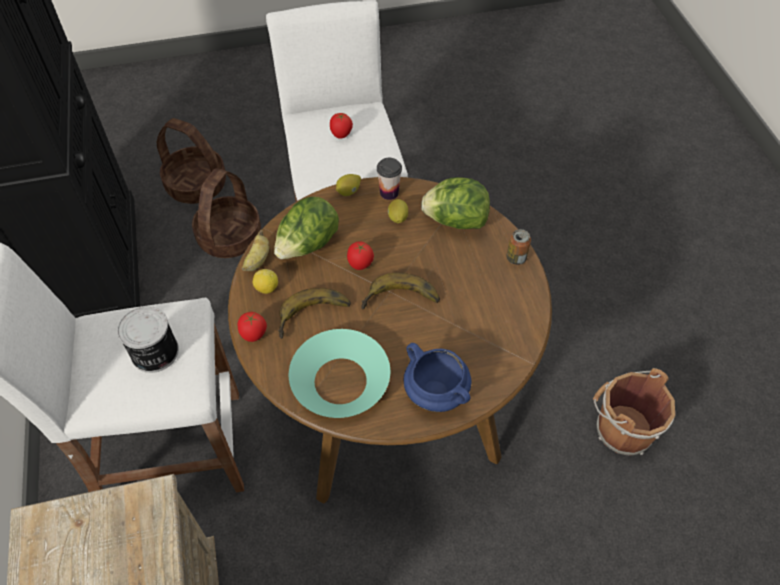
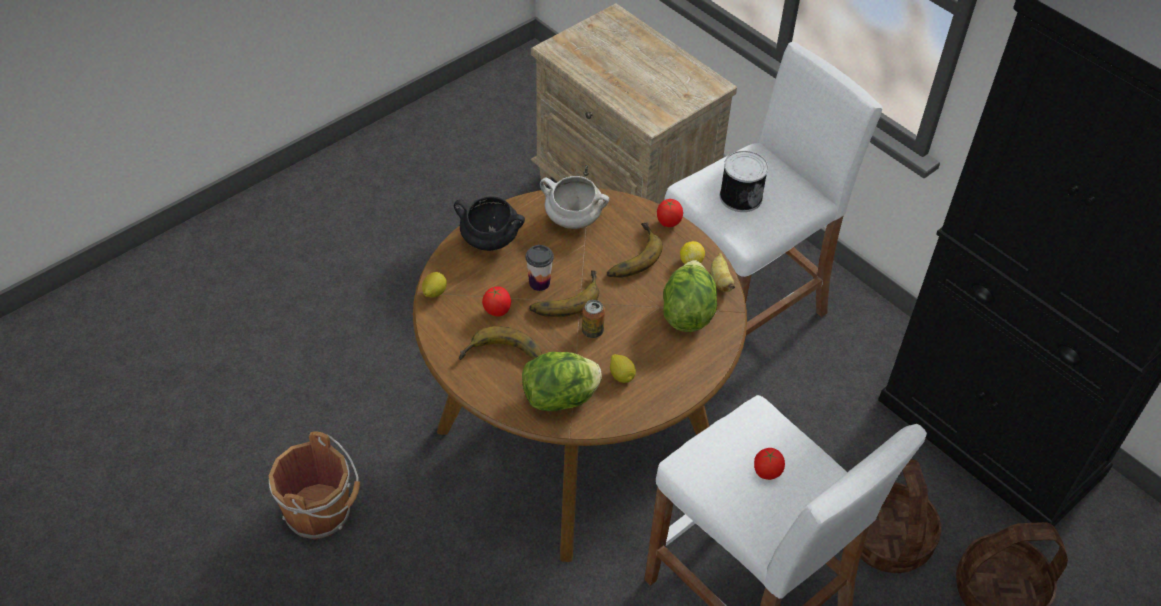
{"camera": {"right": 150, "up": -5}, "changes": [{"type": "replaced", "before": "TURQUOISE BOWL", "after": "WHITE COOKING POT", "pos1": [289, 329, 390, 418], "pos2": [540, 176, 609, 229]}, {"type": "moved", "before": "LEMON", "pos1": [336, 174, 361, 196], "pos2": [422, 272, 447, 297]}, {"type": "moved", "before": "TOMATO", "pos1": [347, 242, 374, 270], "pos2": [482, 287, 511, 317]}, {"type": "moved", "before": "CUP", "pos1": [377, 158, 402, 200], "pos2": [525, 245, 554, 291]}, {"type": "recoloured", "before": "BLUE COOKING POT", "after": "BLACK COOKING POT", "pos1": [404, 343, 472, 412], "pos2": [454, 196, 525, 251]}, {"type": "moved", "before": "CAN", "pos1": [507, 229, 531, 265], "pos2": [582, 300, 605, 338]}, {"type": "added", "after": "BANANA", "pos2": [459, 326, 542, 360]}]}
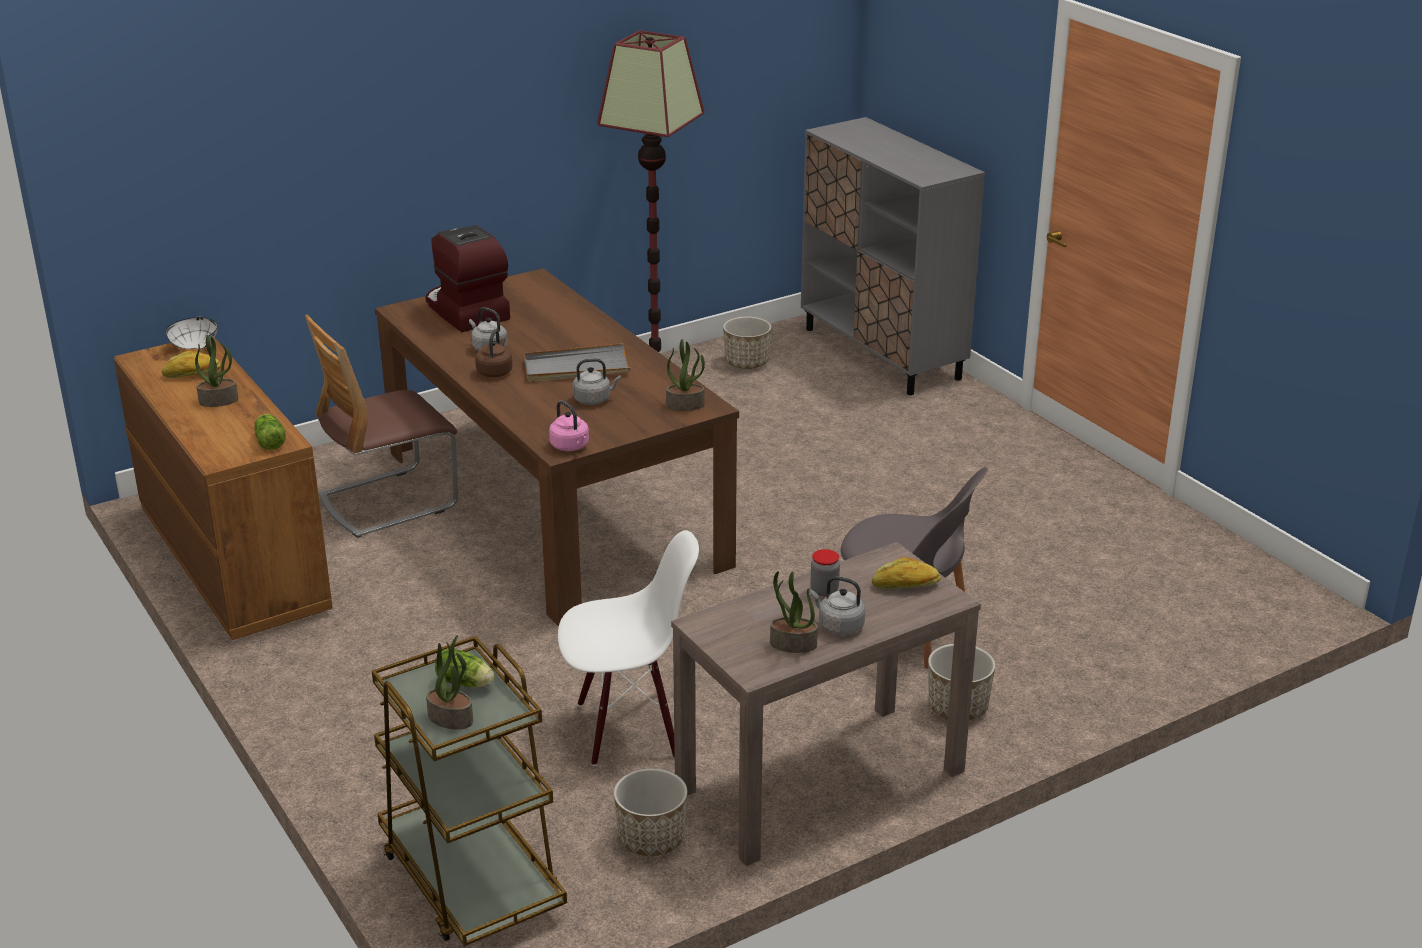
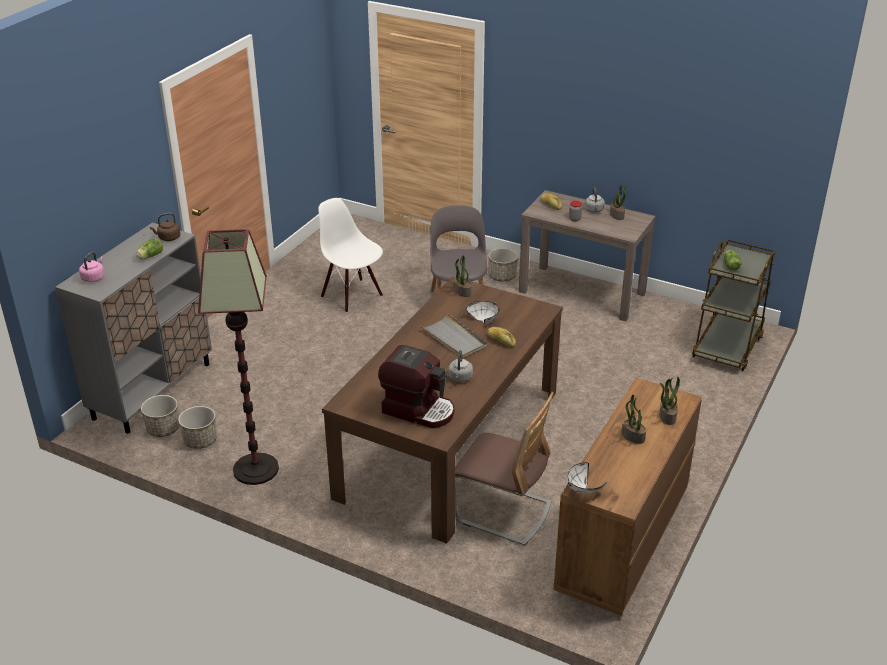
{"camera": {"right": -120, "up": 5}, "changes": [{"type": "moved", "before": "BREAD", "pos1": [162, 350, 221, 378], "pos2": [487, 327, 516, 348]}, {"type": "moved", "before": "LETTUCE", "pos1": [254, 414, 286, 450], "pos2": [136, 239, 163, 259]}, {"type": "turned", "before": "COFFEE MACHINE", "pos1": [425, 225, 510, 332], "pos2": [378, 345, 454, 428], "turn": -90}, {"type": "moved", "before": "POTTED PLANT", "pos1": [426, 635, 473, 730], "pos2": [659, 377, 680, 425]}, {"type": "moved", "before": "BROWN KETTLE", "pos1": [475, 329, 513, 377], "pos2": [150, 213, 180, 241]}, {"type": "moved", "before": "PINK KETTLE", "pos1": [549, 401, 589, 451], "pos2": [79, 252, 104, 282]}, {"type": "moved", "before": "WHITE CHAIR", "pos1": [558, 530, 699, 766], "pos2": [318, 198, 383, 313]}, {"type": "replaced", "before": "GREY KETTLE", "after": "WHITE BOWL", "pos1": [573, 359, 621, 405], "pos2": [467, 301, 499, 324]}, {"type": "moved", "before": "PLANTER", "pos1": [614, 768, 687, 856], "pos2": [141, 395, 179, 437]}]}
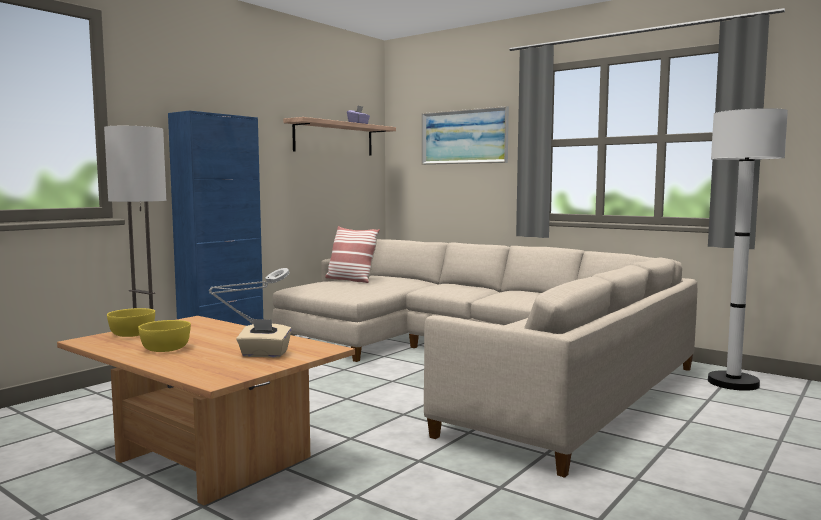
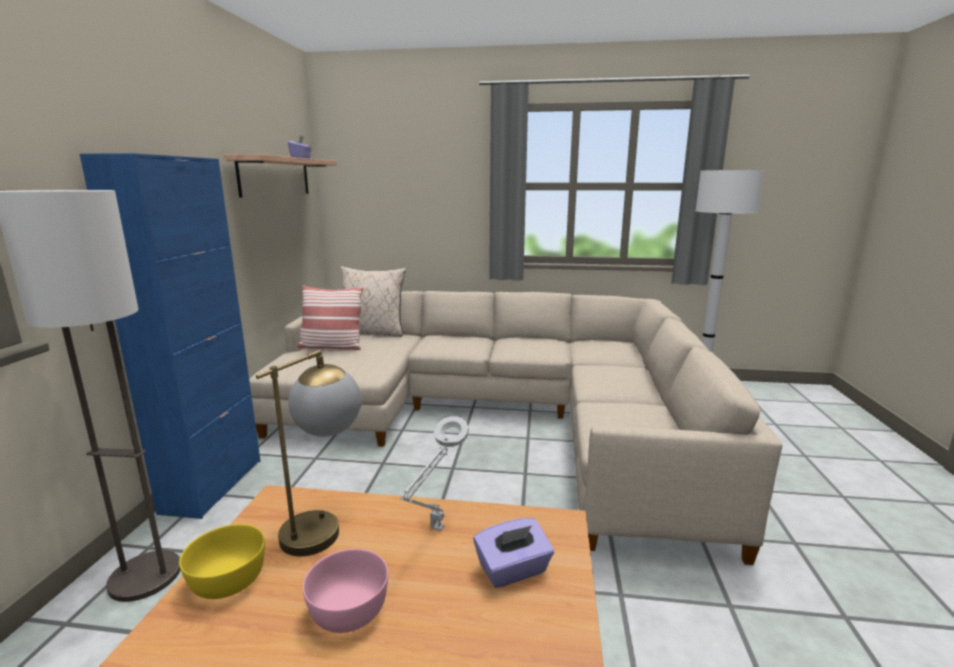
{"camera": {"right": -30, "up": 10}, "changes": [{"type": "recoloured", "before": "YELLOW BOWL", "after": "PINK BOWL", "pos1": [138, 320, 191, 352], "pos2": [303, 549, 388, 633]}, {"type": "recoloured", "before": "BEIGE TISSUE BOX", "after": "PURPLE TISSUE BOX", "pos1": [236, 318, 291, 358], "pos2": [473, 518, 554, 588]}, {"type": "removed", "before": "PICTURE", "pos1": [422, 106, 509, 165]}, {"type": "added", "after": "TABLE LAMP", "pos2": [256, 350, 361, 556]}, {"type": "added", "after": "BEIGE PILLOW", "pos2": [340, 266, 406, 337]}]}
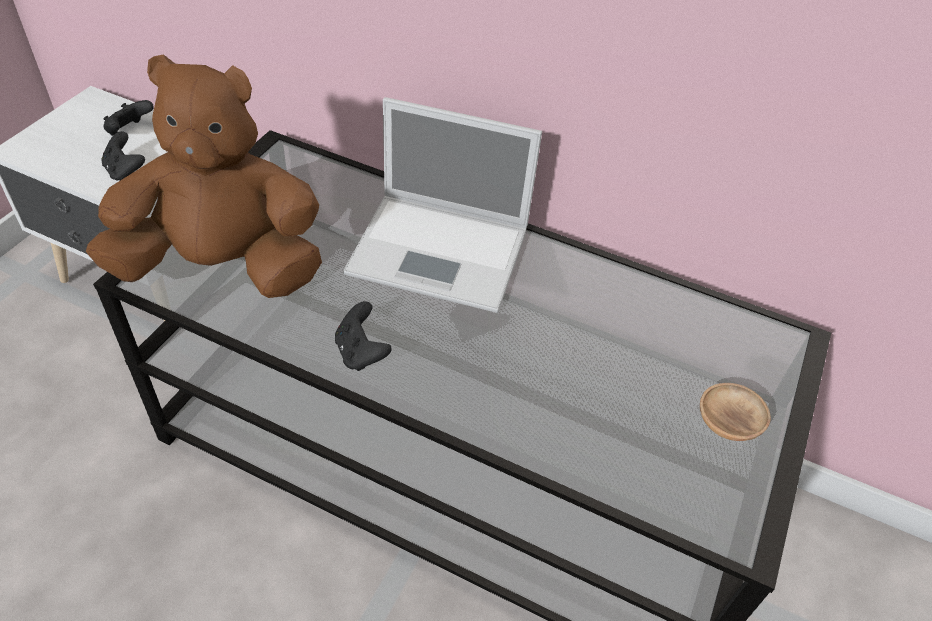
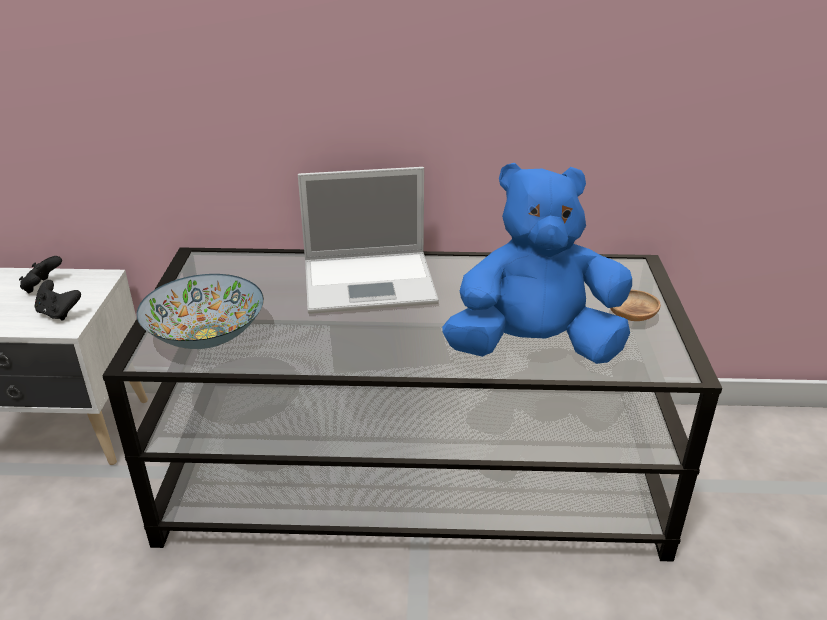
{"camera": {"right": -20, "up": -15}, "changes": [{"type": "replaced", "before": "BROWN PLUSH TOY", "after": "BOWL", "pos1": [86, 54, 322, 298], "pos2": [137, 274, 264, 349]}, {"type": "removed", "before": "BLACK GAME CONTROLLER", "pos1": [335, 301, 392, 371]}, {"type": "added", "after": "BLUE PLUSH TOY", "pos2": [442, 163, 632, 364]}]}
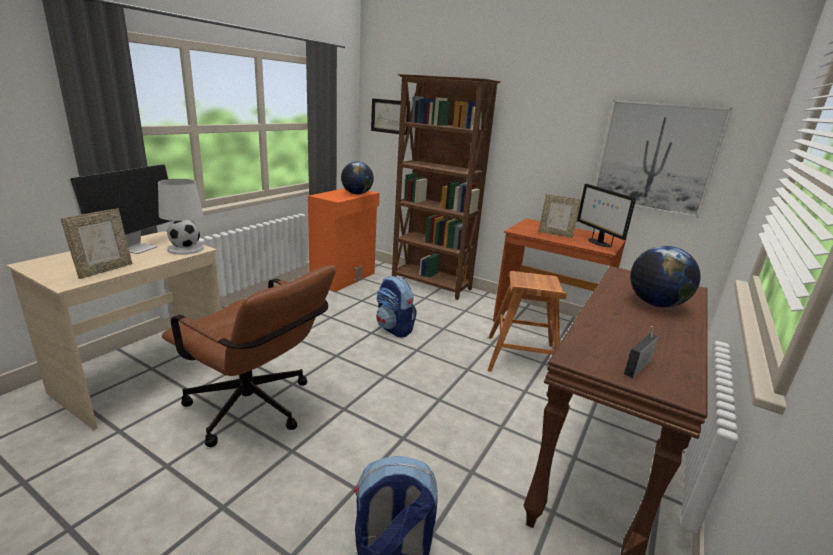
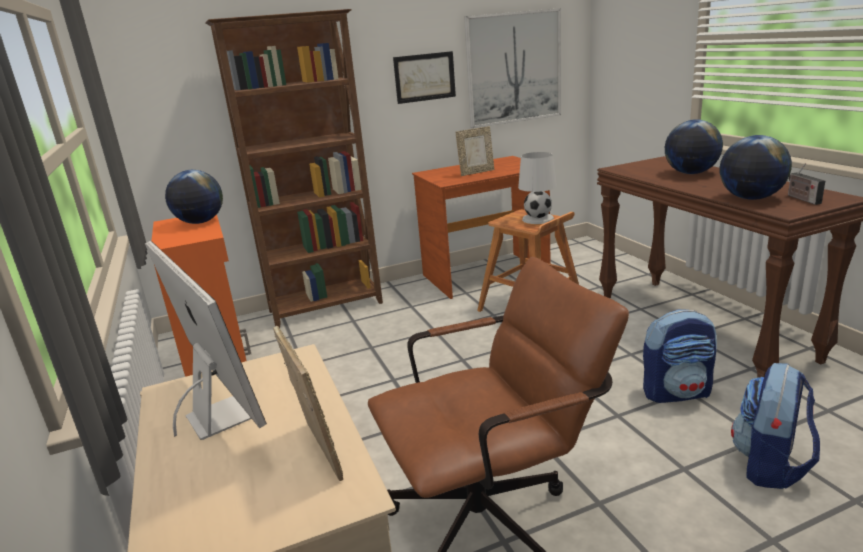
{"camera": {"right": -50, "up": 0}, "changes": [{"type": "moved", "before": "WHITE TABLE LAMP", "pos1": [158, 179, 204, 255], "pos2": [518, 152, 557, 224]}, {"type": "moved", "before": "PICTURE", "pos1": [371, 98, 409, 135], "pos2": [393, 51, 456, 104]}, {"type": "moved", "before": "BACKPACK", "pos1": [376, 276, 417, 337], "pos2": [643, 309, 717, 403]}, {"type": "removed", "before": "MONITOR", "pos1": [577, 184, 636, 247]}, {"type": "added", "after": "GLOBE", "pos2": [720, 135, 792, 200]}]}
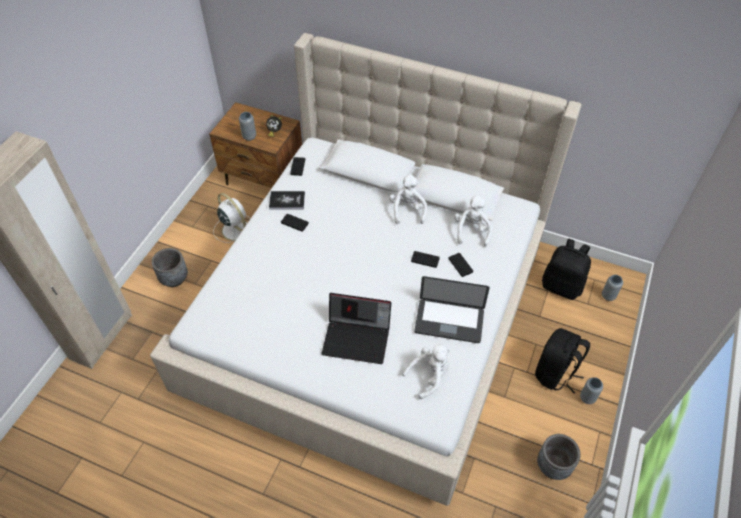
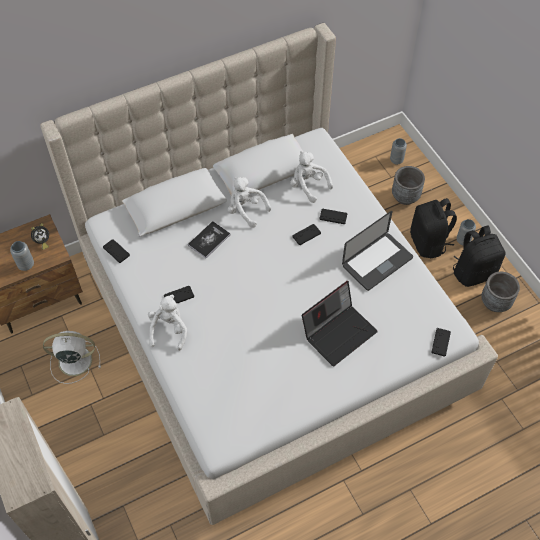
{"camera": {"right": -50, "up": 5}, "changes": [{"type": "moved", "before": "GREY PLANTER", "pos1": [152, 248, 188, 287], "pos2": [392, 166, 425, 205]}, {"type": "moved", "before": "BOOK", "pos1": [269, 191, 305, 210], "pos2": [188, 221, 230, 258]}, {"type": "moved", "before": "WHITE PLUSH TOY", "pos1": [402, 344, 451, 399], "pos2": [148, 294, 187, 351]}, {"type": "moved", "before": "BLACK BACKPACK", "pos1": [542, 238, 591, 300], "pos2": [453, 226, 506, 287]}, {"type": "added", "after": "BLACK GAME CONTROLLER", "pos2": [431, 328, 451, 357]}]}
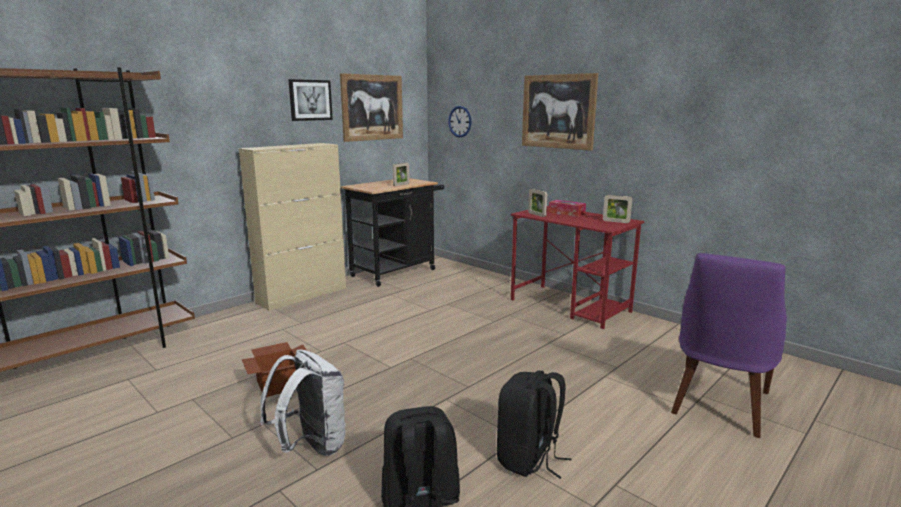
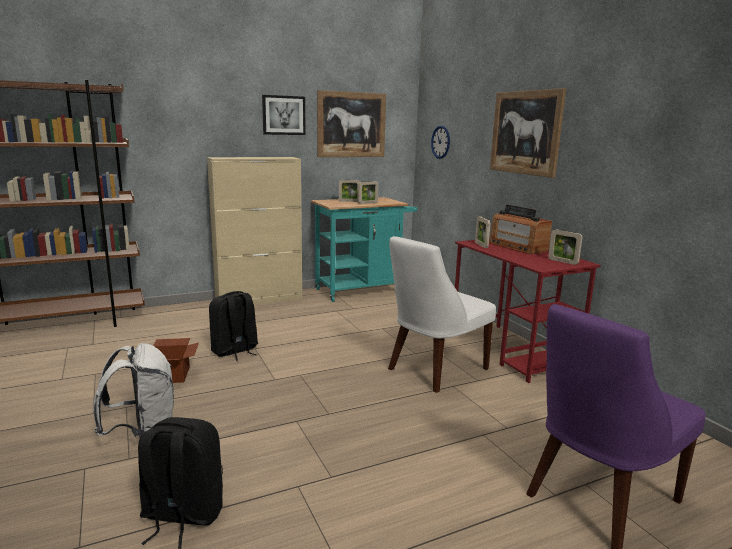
{"camera": {"right": 20, "up": 0}, "changes": [{"type": "recoloured", "before": "BLACK CART", "after": "TURQUOISE CART", "pos1": [341, 178, 444, 287], "pos2": [311, 197, 417, 302]}, {"type": "moved", "before": "BLACK BACKPACK", "pos1": [497, 370, 572, 479], "pos2": [209, 291, 258, 361]}, {"type": "replaced", "before": "TISSUE BOX", "after": "RADIO", "pos1": [549, 200, 586, 217], "pos2": [489, 205, 552, 254]}, {"type": "added", "after": "PICTURE FRAME", "pos2": [339, 180, 360, 202]}, {"type": "added", "after": "WHITE CHAIR", "pos2": [388, 236, 496, 393]}]}
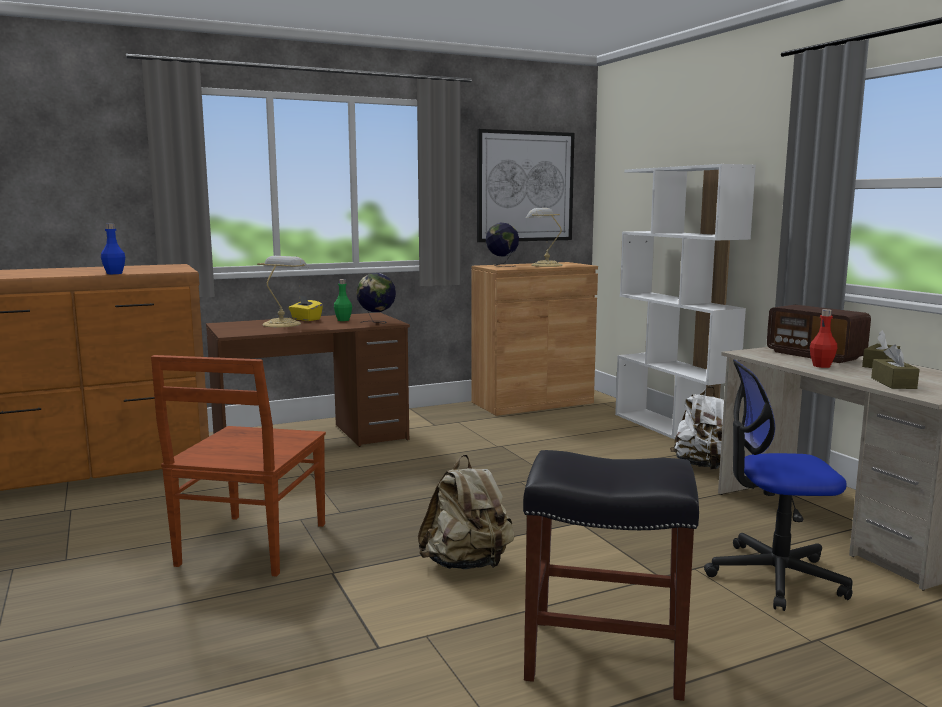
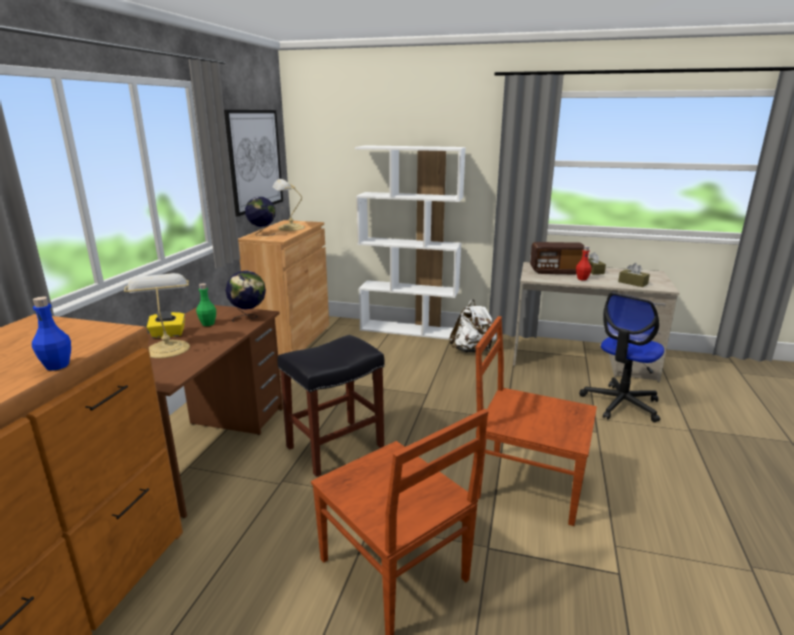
{"camera": {"right": -50, "up": 10}, "changes": [{"type": "replaced", "before": "BEIGE BACKPACK", "after": "BROWN CHAIR", "pos1": [418, 454, 515, 569], "pos2": [475, 316, 597, 526]}, {"type": "moved", "before": "BLACK STOOL", "pos1": [523, 450, 699, 701], "pos2": [277, 335, 385, 477]}]}
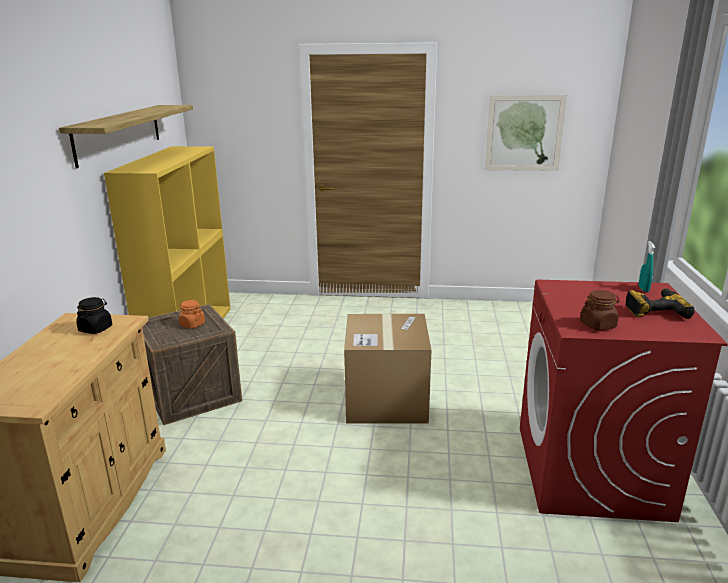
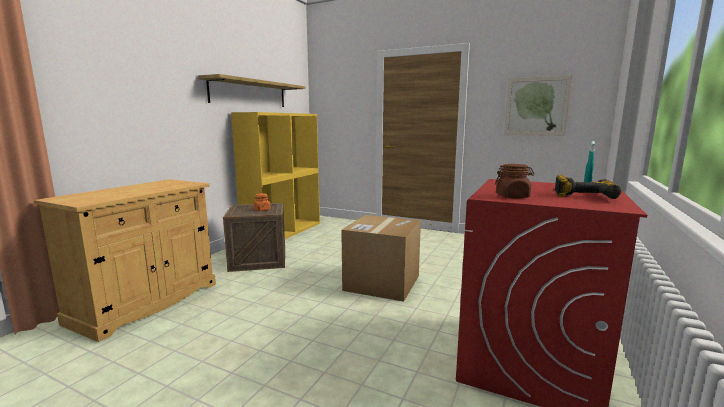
{"camera": {"right": 20, "up": -10}, "changes": [{"type": "removed", "before": "BLACK JAR", "pos1": [76, 297, 112, 334]}]}
